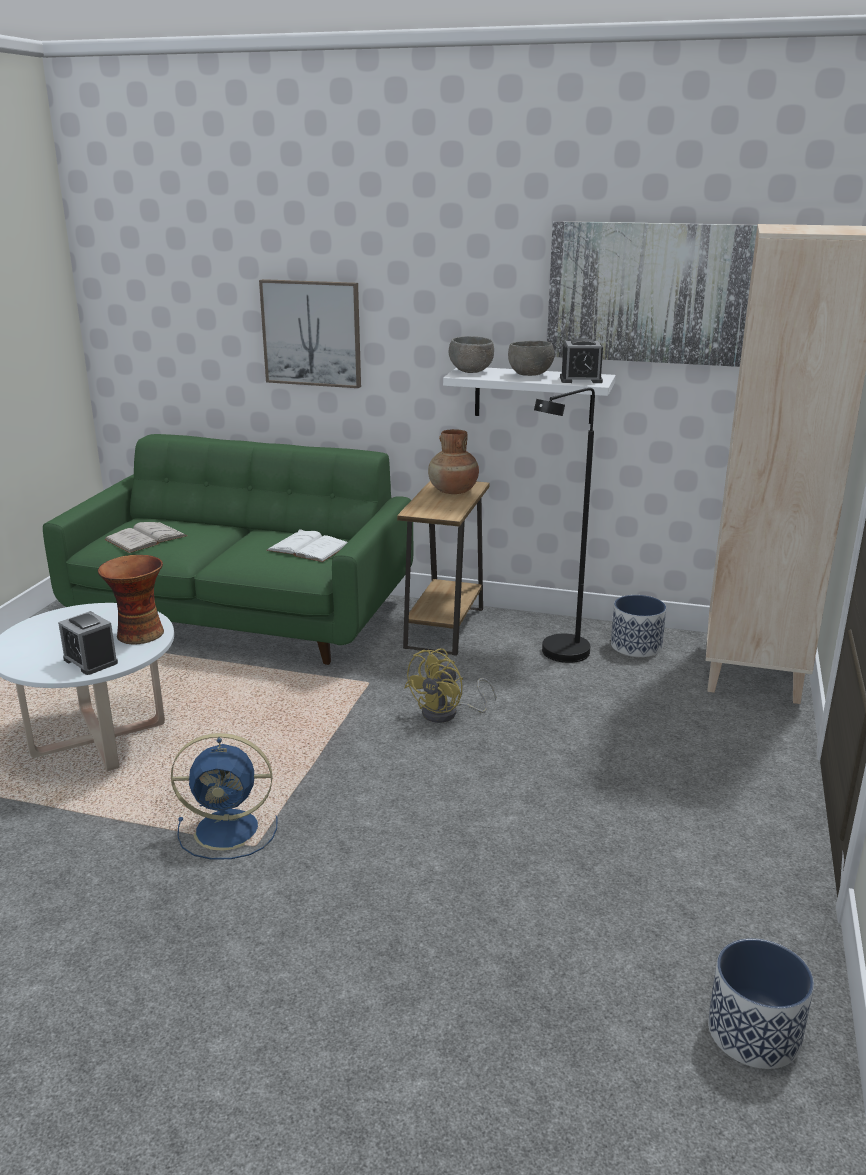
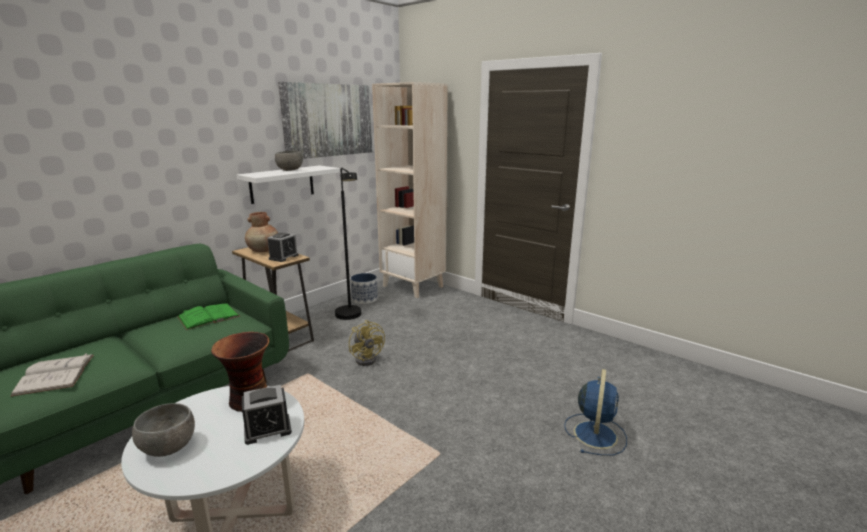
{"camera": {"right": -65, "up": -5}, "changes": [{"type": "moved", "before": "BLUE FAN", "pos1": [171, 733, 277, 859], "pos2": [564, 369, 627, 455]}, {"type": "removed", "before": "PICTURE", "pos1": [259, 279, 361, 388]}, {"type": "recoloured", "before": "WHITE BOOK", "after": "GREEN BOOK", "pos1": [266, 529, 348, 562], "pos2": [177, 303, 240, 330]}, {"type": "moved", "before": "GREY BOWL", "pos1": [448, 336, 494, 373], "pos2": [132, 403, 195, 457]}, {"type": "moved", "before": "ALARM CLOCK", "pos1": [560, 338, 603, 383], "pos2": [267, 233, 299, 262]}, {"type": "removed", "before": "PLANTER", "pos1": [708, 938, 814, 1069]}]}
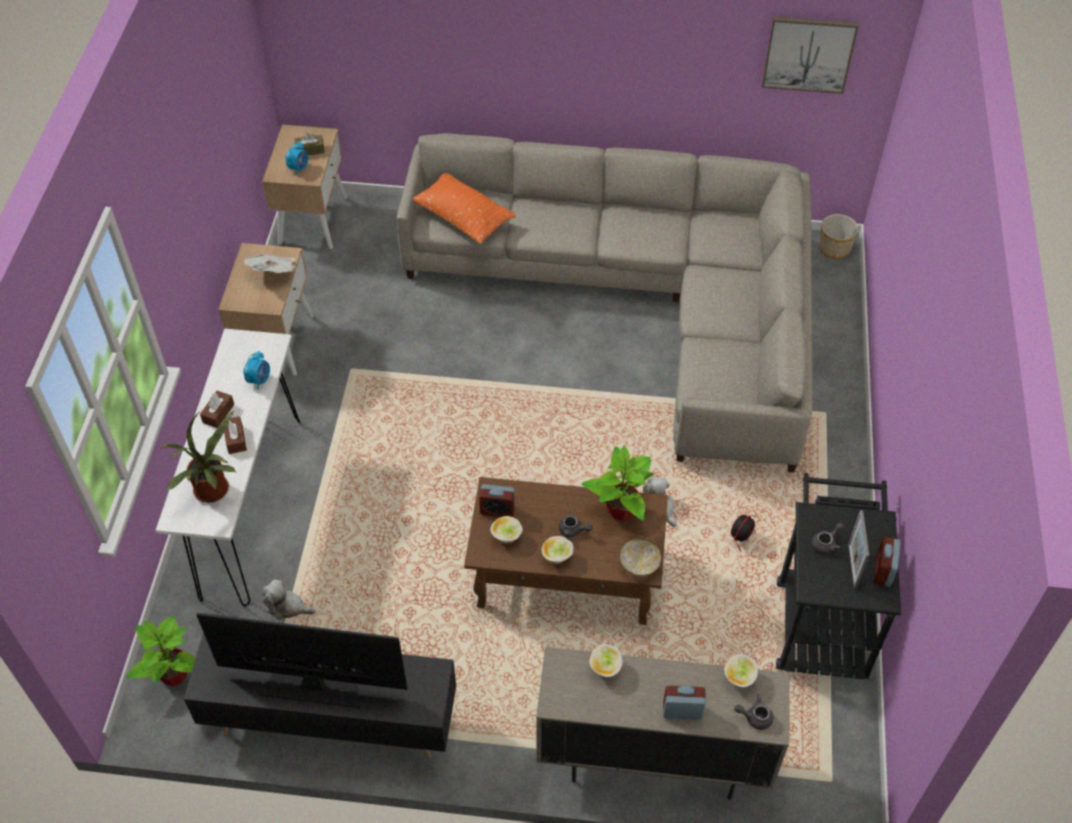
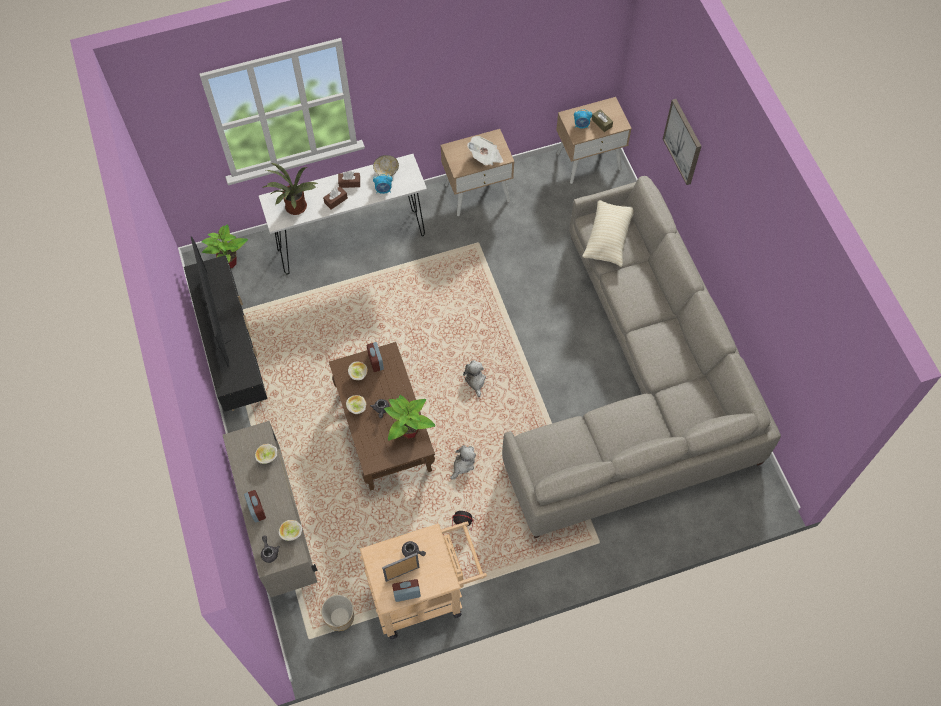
{"camera": {"right": 65, "up": 10}, "changes": [{"type": "moved", "before": "PLUSH TOY", "pos1": [262, 580, 316, 620], "pos2": [463, 361, 486, 397]}, {"type": "recoloured", "before": "ORANGE PILLOW", "after": "BEIGE PILLOW", "pos1": [413, 173, 516, 244], "pos2": [582, 200, 634, 267]}, {"type": "moved", "before": "BOWL", "pos1": [620, 539, 661, 576], "pos2": [373, 155, 399, 176]}, {"type": "moved", "before": "PICTURE", "pos1": [762, 16, 858, 94], "pos2": [663, 99, 702, 185]}, {"type": "recoloured", "before": "BLACK CART", "after": "BEIGE CART", "pos1": [776, 473, 901, 679], "pos2": [360, 522, 487, 639]}, {"type": "moved", "before": "PLANTER", "pos1": [819, 214, 858, 259], "pos2": [321, 595, 354, 631]}]}
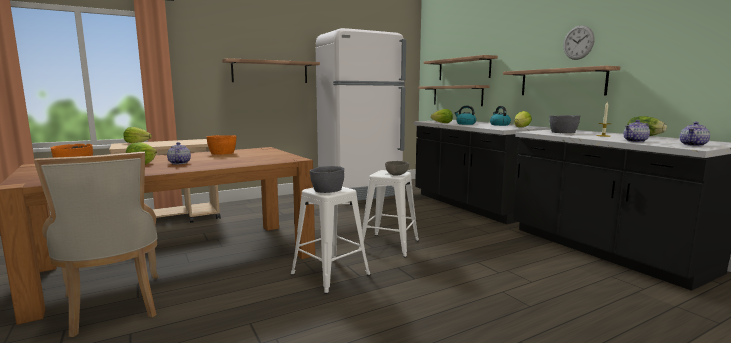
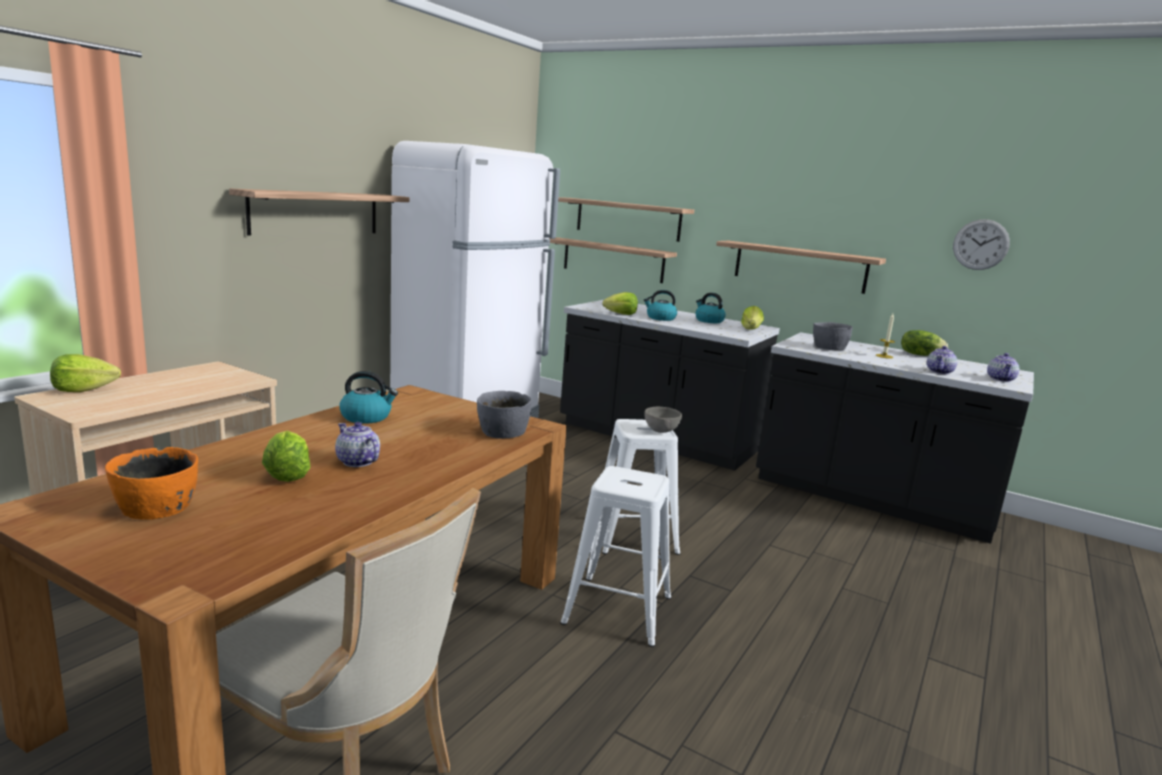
{"camera": {"right": -30, "up": 5}, "changes": [{"type": "replaced", "before": "ORANGE BOWL", "after": "KETTLE", "pos1": [206, 135, 237, 155], "pos2": [339, 371, 398, 424]}, {"type": "moved", "before": "GREY BOWL", "pos1": [310, 166, 344, 193], "pos2": [477, 391, 532, 439]}, {"type": "moved", "before": "WALL CLOCK", "pos1": [563, 25, 595, 60], "pos2": [953, 219, 1010, 270]}]}
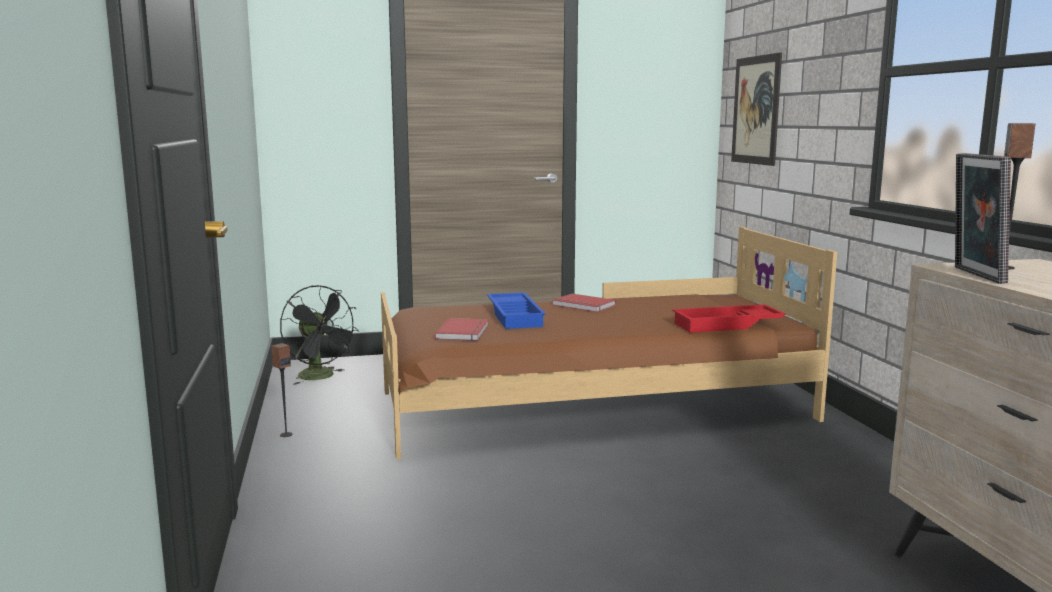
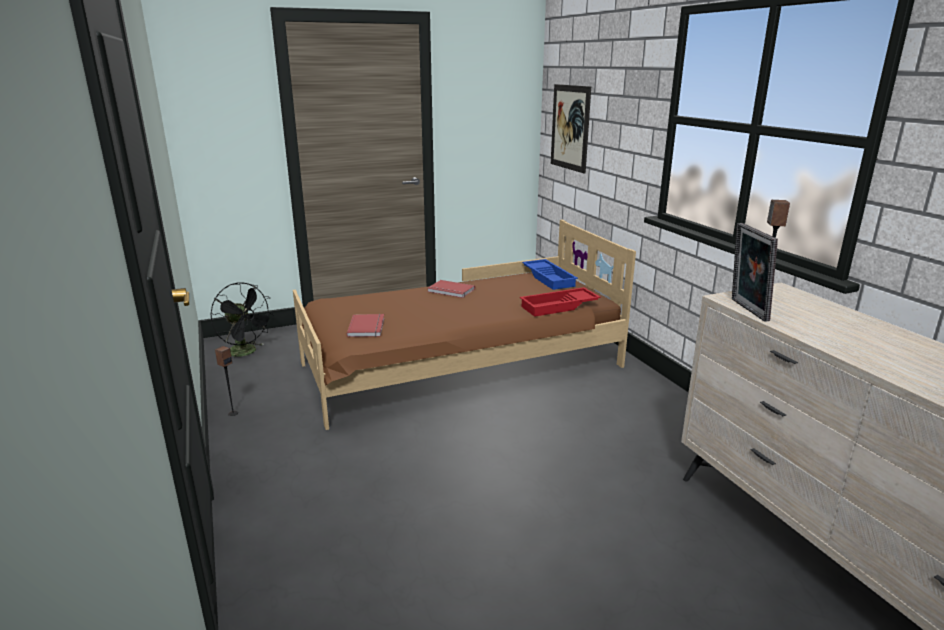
{"camera": {"right": -10, "up": 10}, "changes": [{"type": "moved", "before": "BLUE TRAY", "pos1": [487, 292, 546, 329], "pos2": [522, 259, 578, 290]}]}
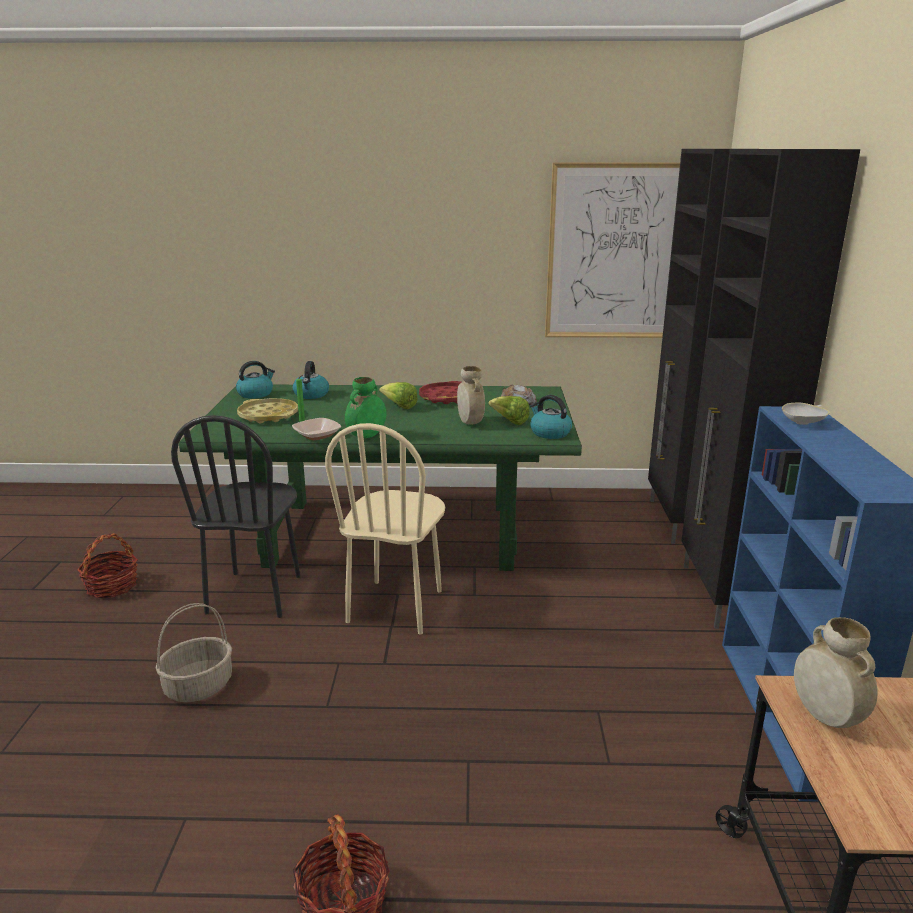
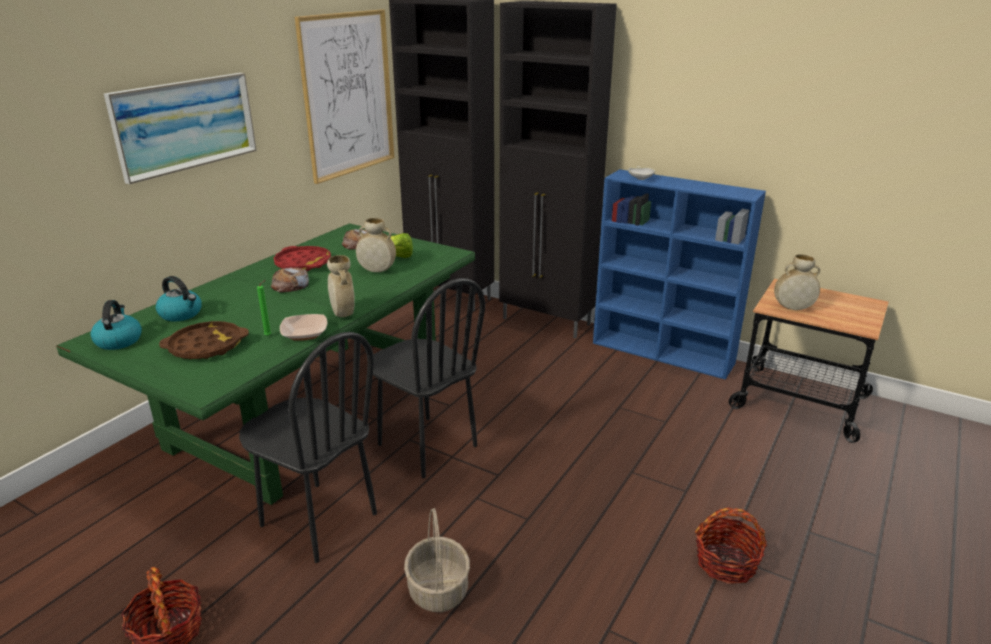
{"camera": {"right": -60, "up": 5}, "changes": [{"type": "recoloured", "before": "YELLOW TRAY", "after": "BROWN TRAY", "pos1": [237, 398, 298, 424], "pos2": [159, 321, 249, 359]}, {"type": "recoloured", "before": "BEIGE CHAIR", "after": "BLACK CHAIR", "pos1": [325, 423, 445, 634], "pos2": [373, 278, 485, 478]}, {"type": "recoloured", "before": "GREEN VASE", "after": "BEIGE VASE", "pos1": [345, 377, 387, 438], "pos2": [327, 255, 355, 317]}, {"type": "replaced", "before": "LETTUCE", "after": "BREAD", "pos1": [379, 382, 418, 409], "pos2": [271, 267, 309, 293]}, {"type": "removed", "before": "KETTLE", "pos1": [530, 395, 572, 439]}, {"type": "added", "after": "PICTURE", "pos2": [104, 73, 257, 184]}]}
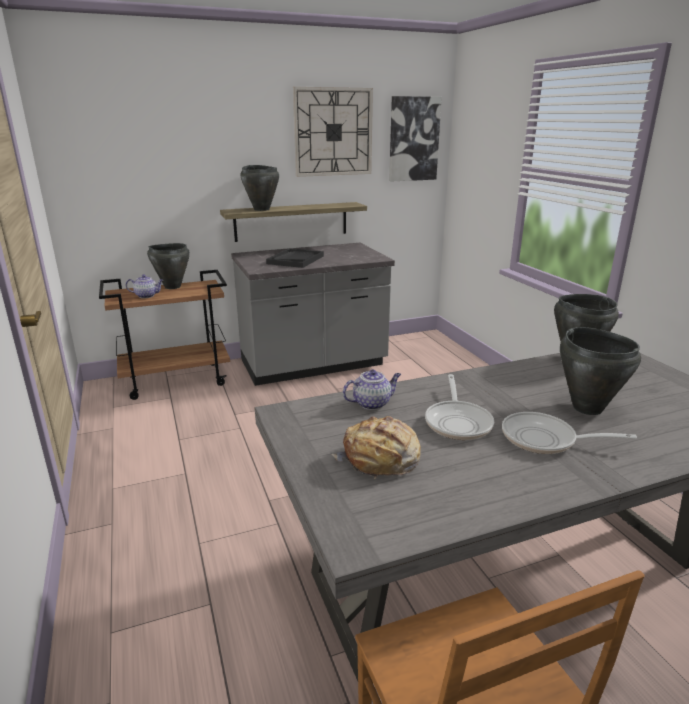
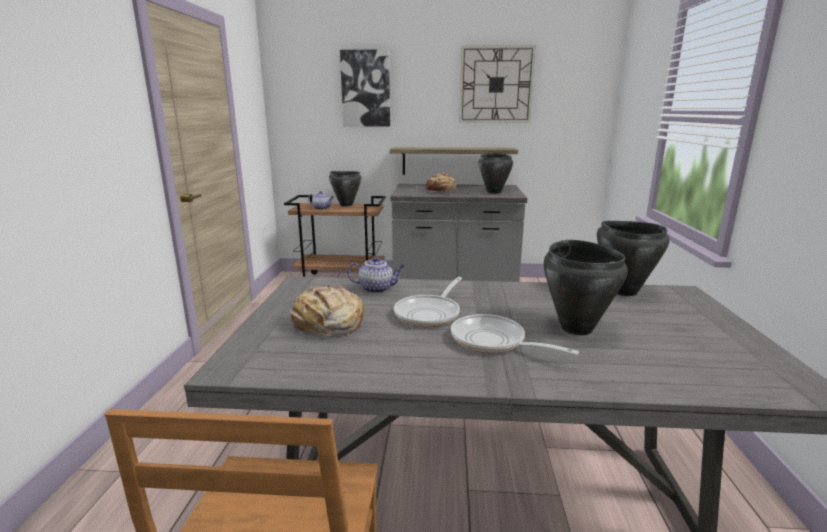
{"camera": {"right": 25, "up": -5}, "changes": [{"type": "moved", "before": "BLACK COOKING POT", "pos1": [240, 165, 279, 211], "pos2": [479, 153, 513, 194]}, {"type": "replaced", "before": "BLACK TRAY", "after": "BREAD", "pos1": [266, 248, 324, 268], "pos2": [426, 173, 456, 191]}, {"type": "moved", "before": "PICTURE", "pos1": [389, 96, 442, 181], "pos2": [340, 49, 390, 127]}]}
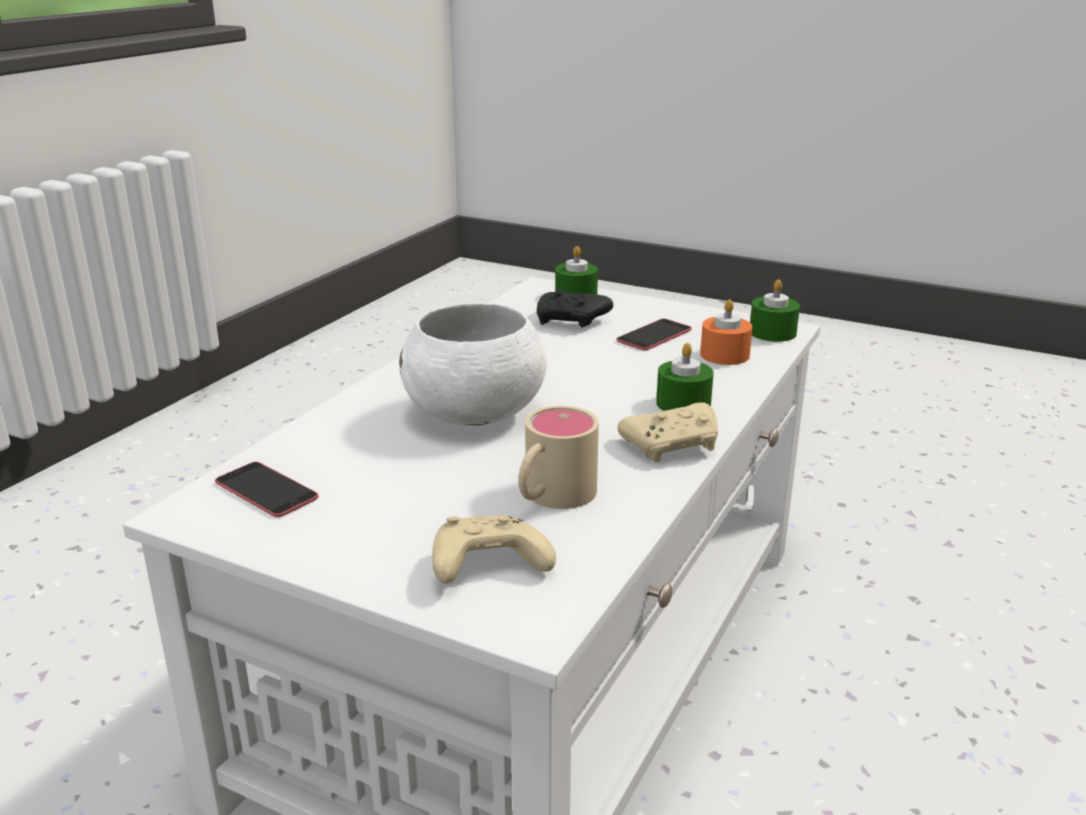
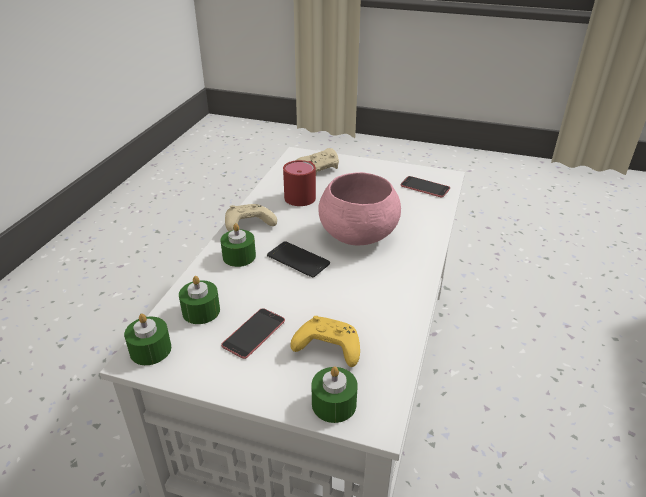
{"camera": {"right": 170, "up": 10}, "changes": [{"type": "recoloured", "before": "WHITE BOWL", "after": "PINK BOWL", "pos1": [399, 303, 547, 426], "pos2": [318, 172, 401, 245]}, {"type": "recoloured", "before": "BEIGE MUG", "after": "RED MUG", "pos1": [518, 406, 599, 509], "pos2": [283, 160, 316, 206]}, {"type": "recoloured", "before": "BLACK GAME CONTROLLER", "after": "YELLOW GAME CONTROLLER", "pos1": [537, 289, 613, 328], "pos2": [291, 316, 360, 367]}, {"type": "recoloured", "before": "ORANGE CANDLE", "after": "GREEN CANDLE", "pos1": [700, 299, 753, 365], "pos2": [179, 276, 220, 324]}, {"type": "added", "after": "PHONE", "pos2": [267, 241, 330, 277]}]}
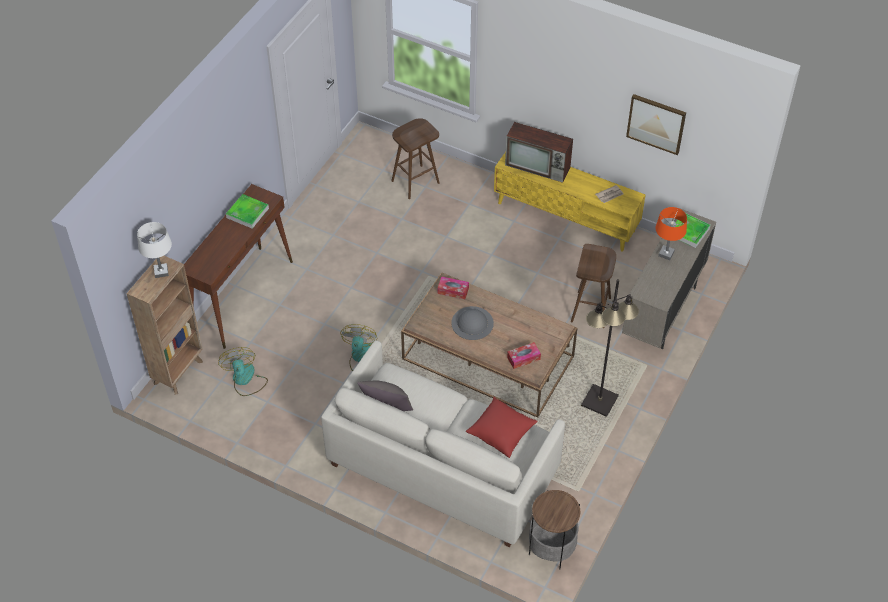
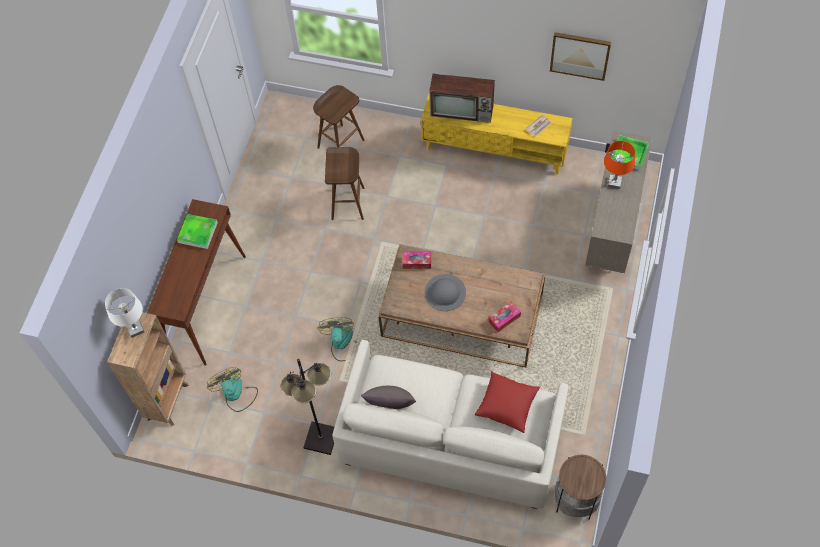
{"camera": {"right": -10, "up": 10}, "changes": [{"type": "moved", "before": "BROWN STOOL", "pos1": [571, 244, 616, 328], "pos2": [325, 147, 364, 220]}, {"type": "moved", "before": "BLACK FLOOR LAMP", "pos1": [581, 279, 639, 417], "pos2": [281, 359, 334, 455]}]}
